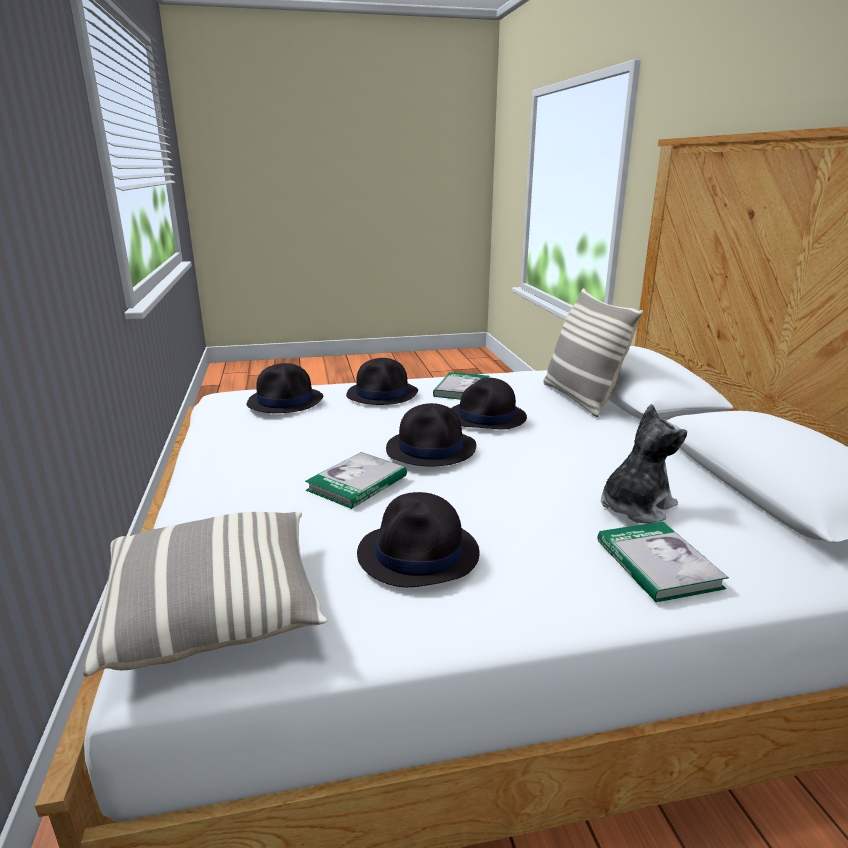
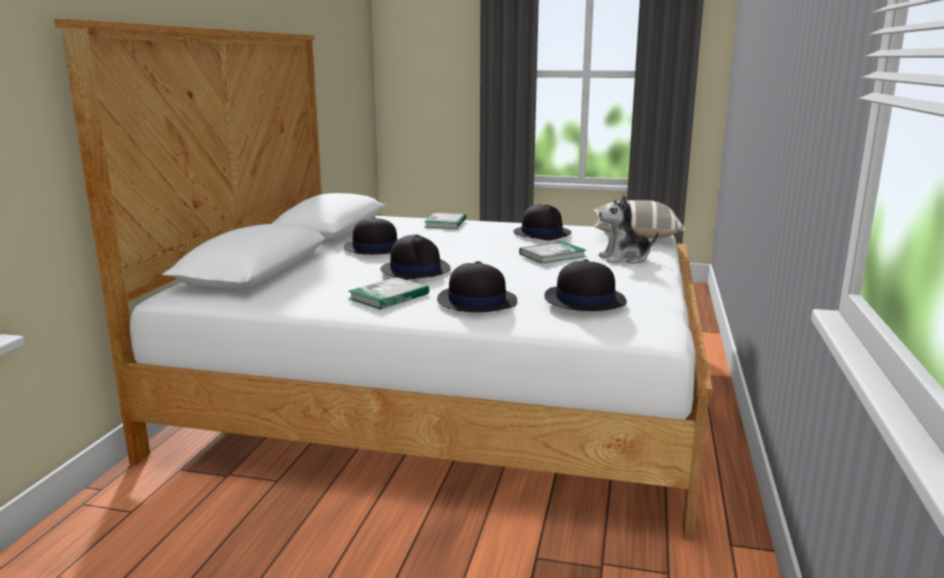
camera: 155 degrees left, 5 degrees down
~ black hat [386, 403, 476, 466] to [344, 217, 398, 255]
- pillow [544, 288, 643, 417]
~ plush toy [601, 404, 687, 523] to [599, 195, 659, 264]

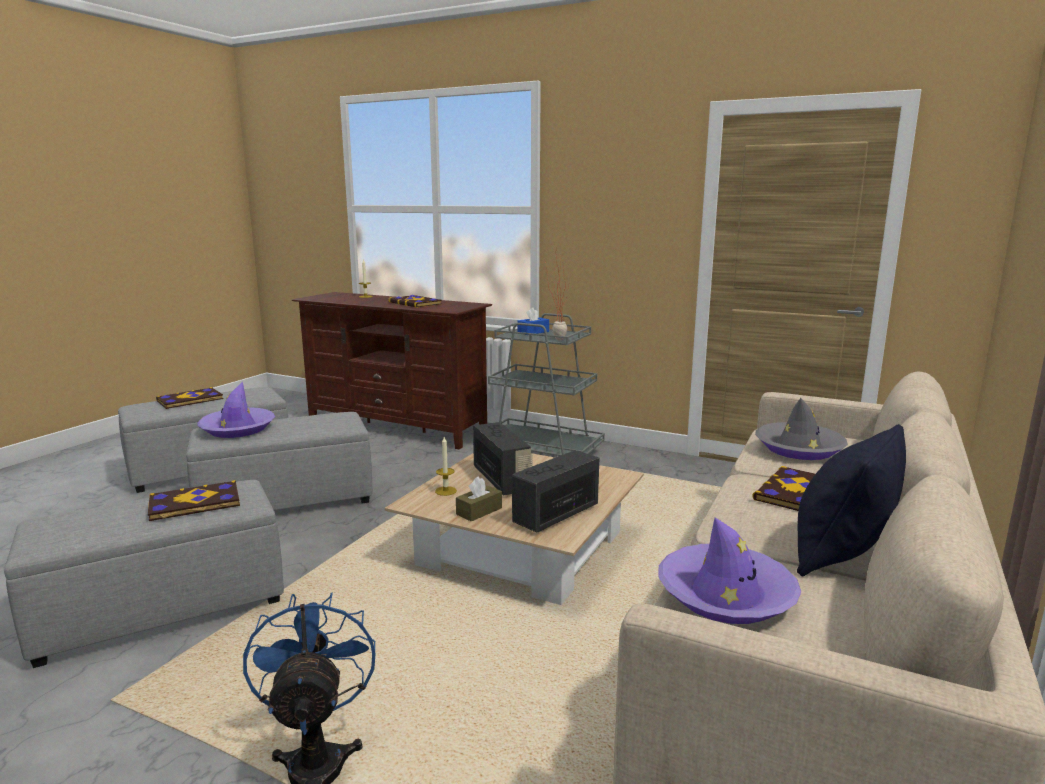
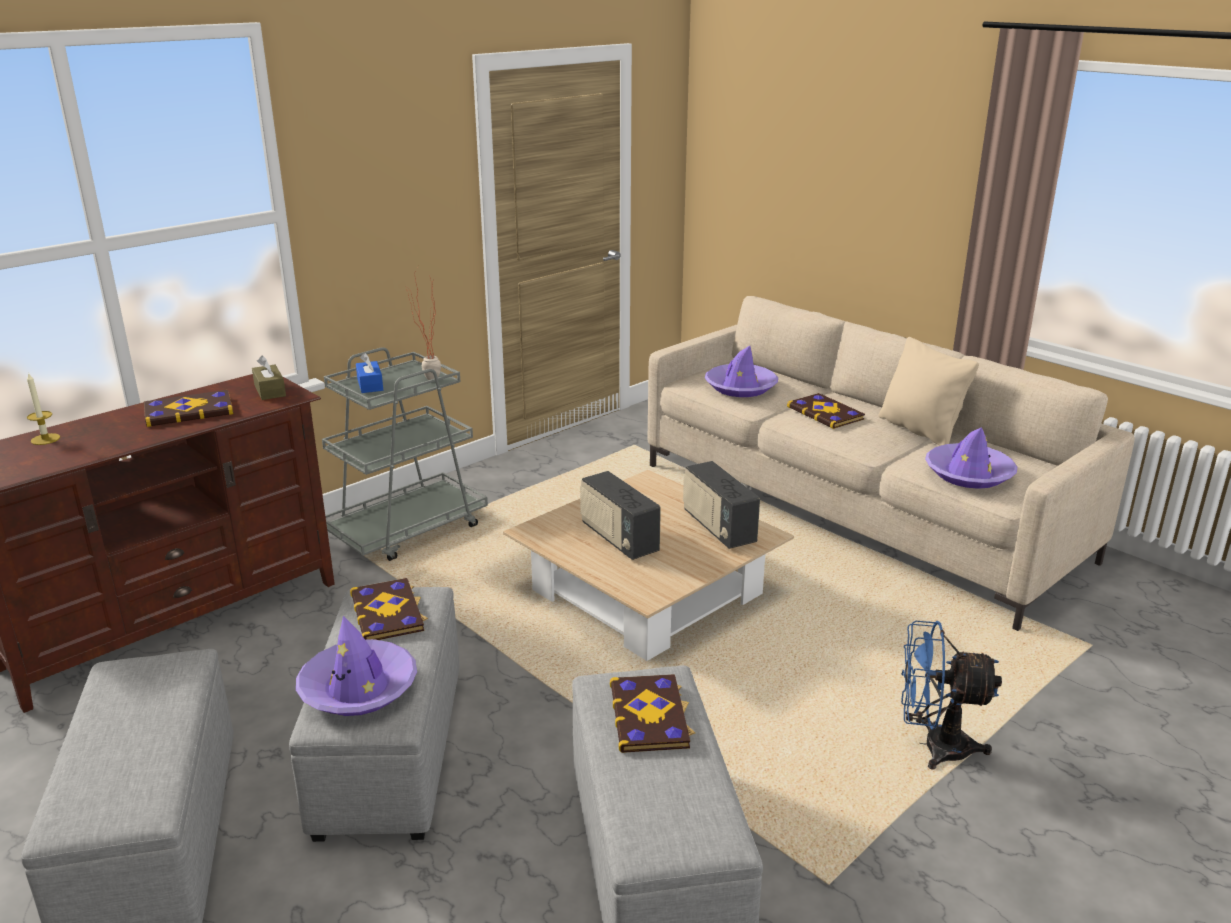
camera: 70 degrees left, 10 degrees up
~ book [156, 387, 224, 409] to [350, 578, 428, 640]
- candle [435, 437, 457, 496]
~ brown tissue box [456, 476, 502, 521] to [252, 355, 286, 400]
~ radio [473, 422, 533, 495] = [580, 471, 661, 560] 120 degrees counterclockwise
~ grey hat [755, 398, 848, 460] to purple hat [705, 346, 778, 397]
~ black pillow [797, 424, 906, 576] to beige pillow [878, 337, 979, 446]

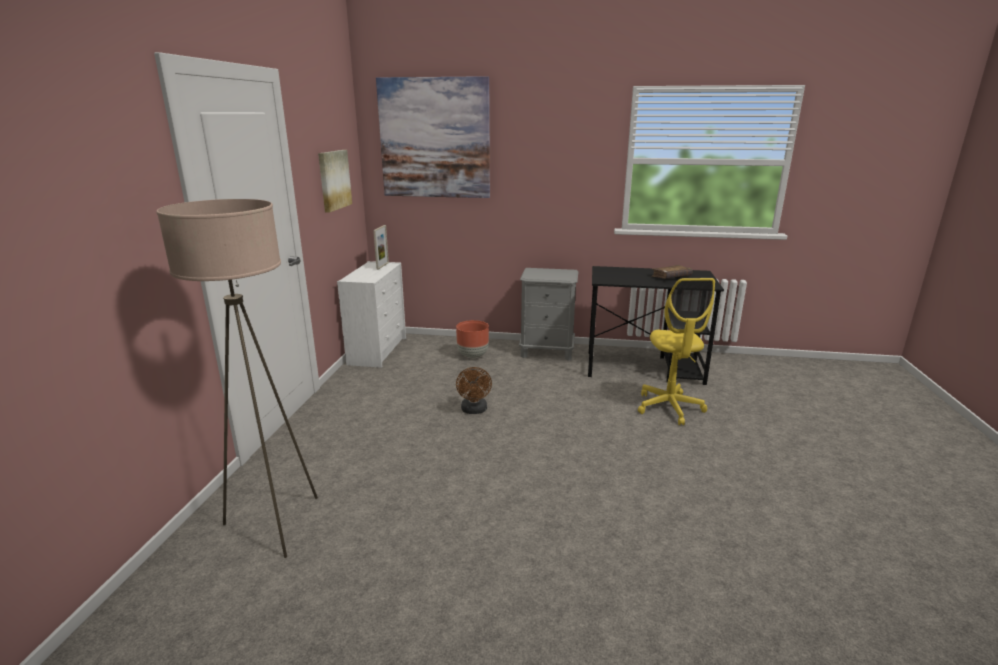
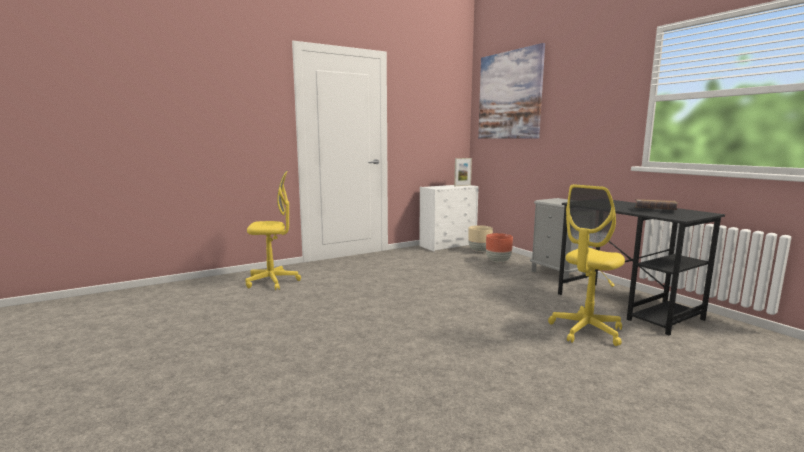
camera: 50 degrees right, 10 degrees down
~ beige floor lamp [156, 199, 318, 558] to yellow office chair [245, 171, 301, 290]
- picture [318, 150, 352, 212]
- brown fan [456, 367, 492, 414]
+ beige planter [468, 225, 493, 252]

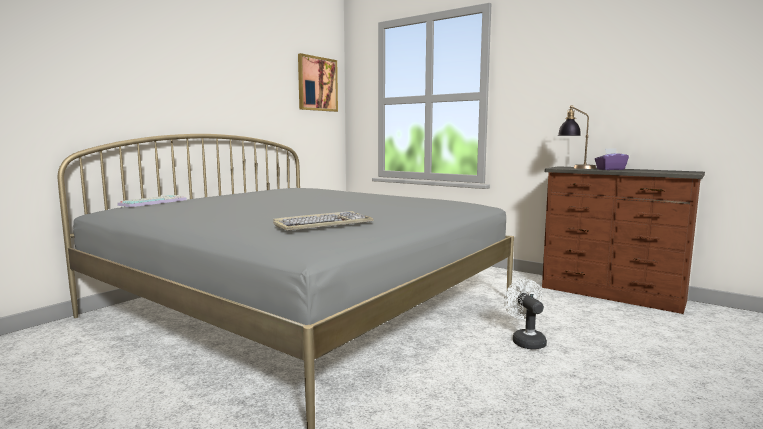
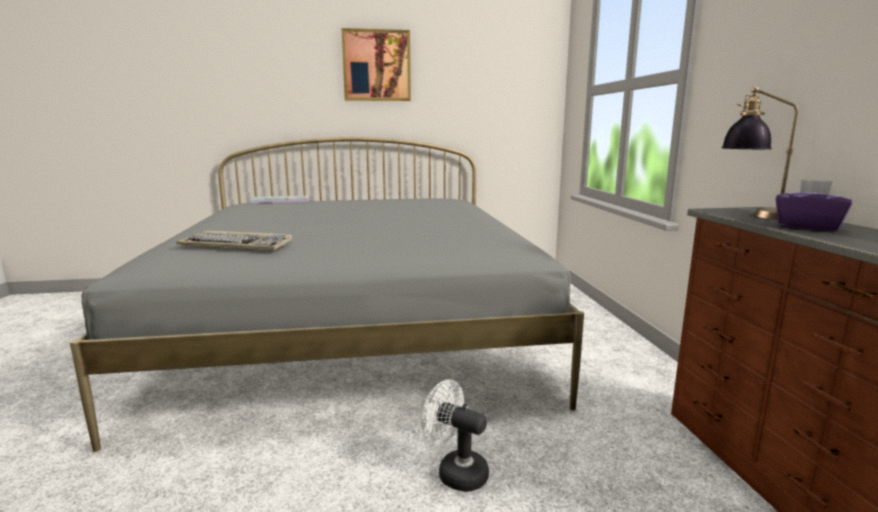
camera: 45 degrees right, 5 degrees up
~ picture [298, 53, 338, 112] to [341, 28, 411, 101]
~ white fan [504, 279, 547, 349] = [421, 380, 489, 492] 90 degrees counterclockwise

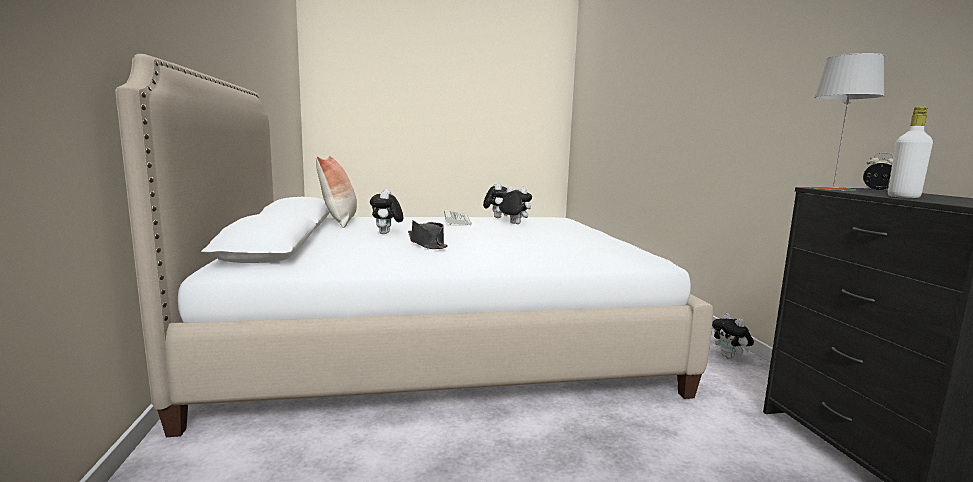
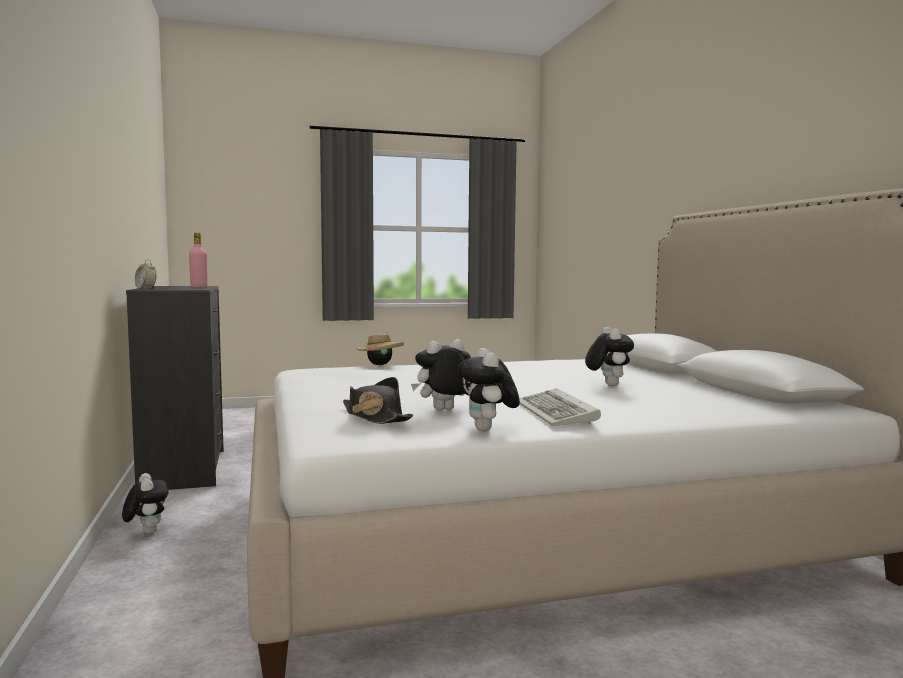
camera: 175 degrees right, 5 degrees down
- pillow [316, 156, 357, 228]
~ black hat [408, 220, 448, 249] to [343, 377, 413, 424]
~ plush toy [498, 186, 532, 224] = [411, 339, 471, 410] 135 degrees clockwise
- grey table lamp [811, 53, 885, 191]
~ white bottle [888, 107, 933, 198] to pink bottle [189, 233, 208, 288]
+ beige hat [357, 333, 404, 365]

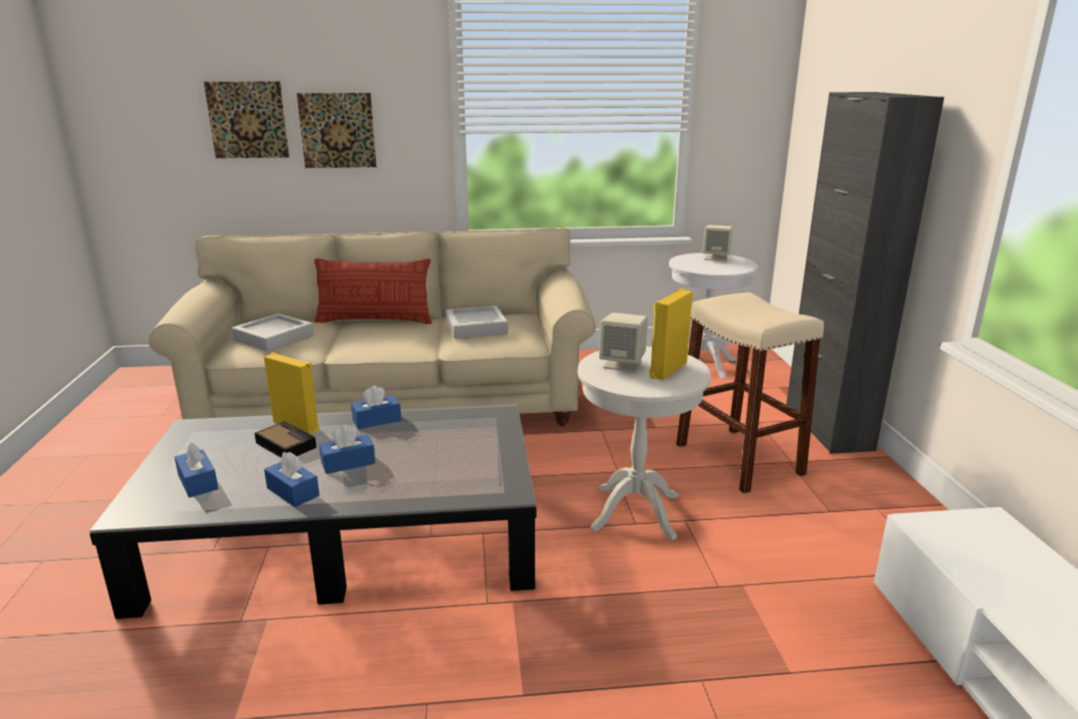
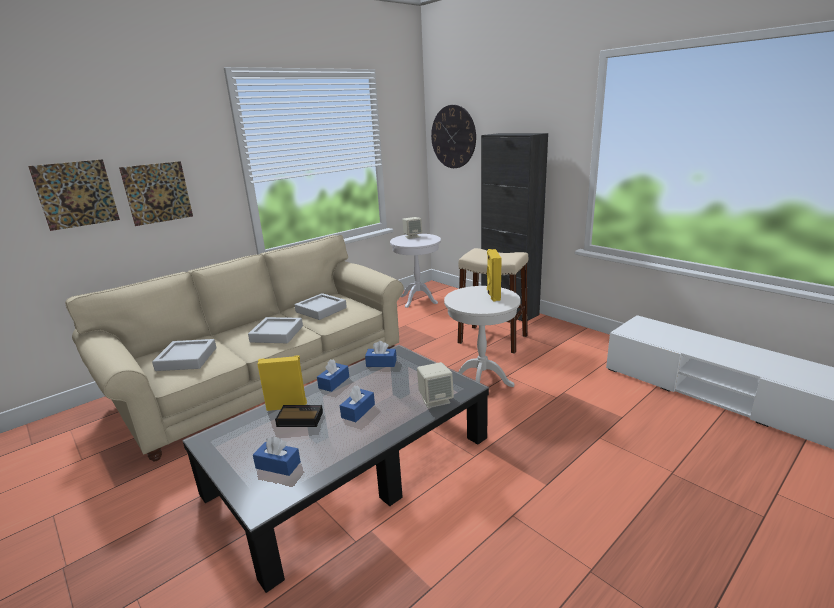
camera: 35 degrees left, 0 degrees up
~ blue tissue box [264, 452, 319, 507] to [365, 341, 397, 367]
- pillow [314, 258, 432, 324]
~ beige speaker [599, 313, 648, 372] to [417, 362, 454, 408]
+ grey tray [248, 317, 303, 343]
+ wall clock [431, 105, 476, 168]

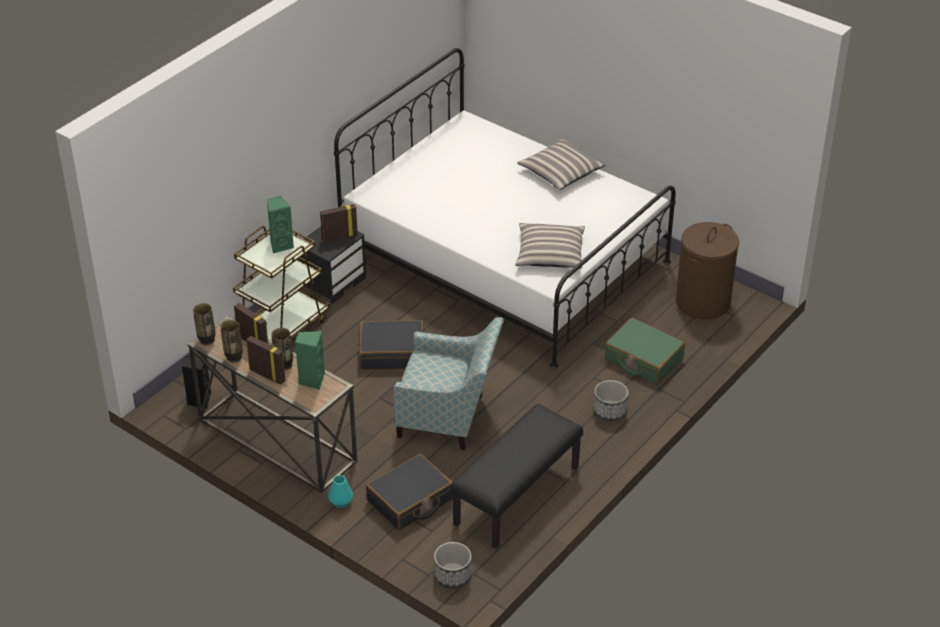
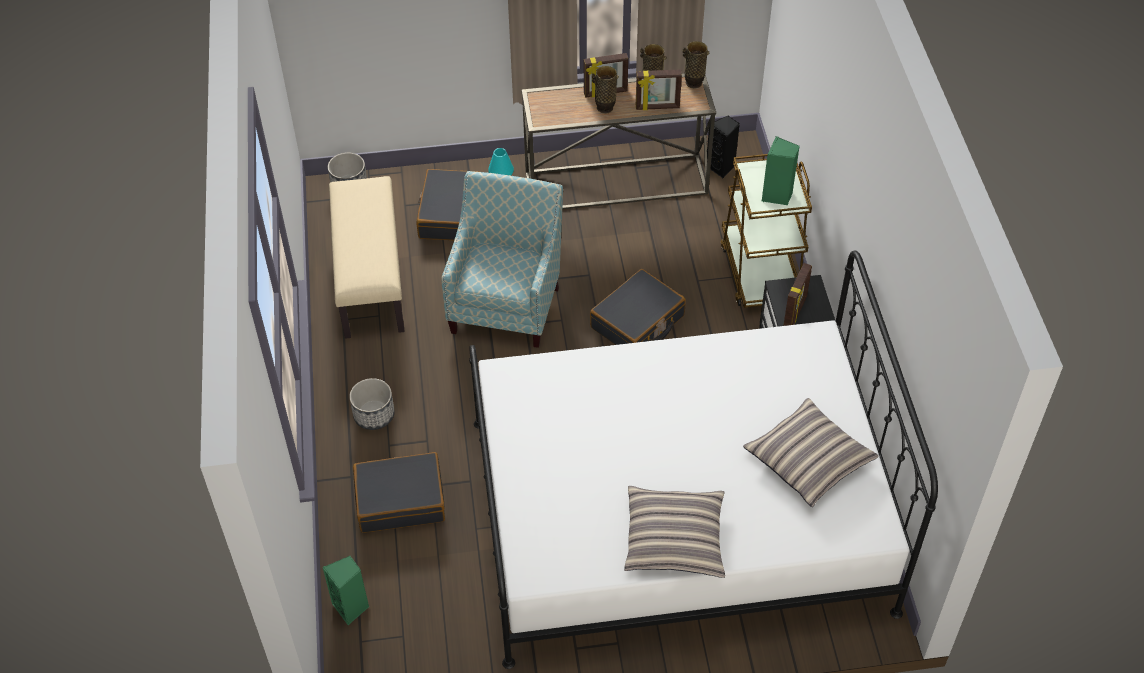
camera: 135 degrees right, 10 degrees up
~ green speaker [295, 331, 325, 390] to [322, 556, 369, 625]
~ armchair [393, 317, 504, 450] = [441, 171, 563, 348] 135 degrees clockwise
~ black bench [450, 404, 583, 549] to beige bench [329, 176, 405, 339]
~ pillow [515, 223, 585, 268] to [743, 398, 878, 507]
~ green suitcase [605, 318, 685, 385] to black suitcase [353, 452, 445, 533]
- brown laundry basket [675, 222, 739, 320]

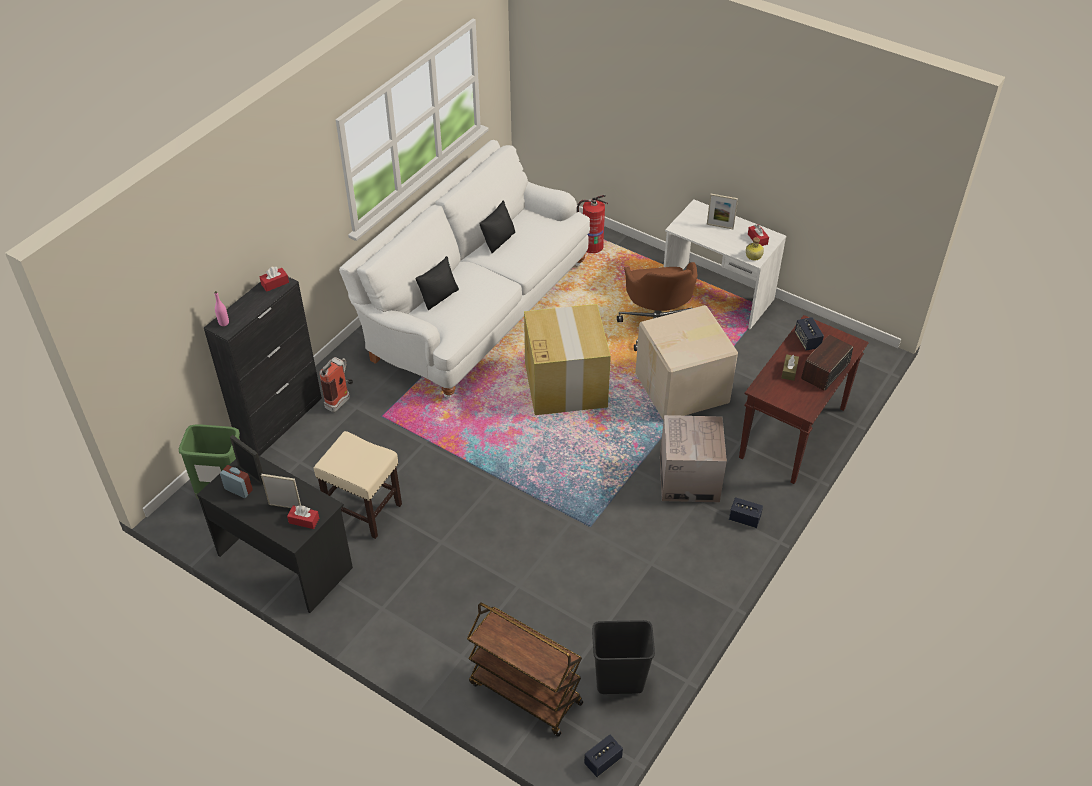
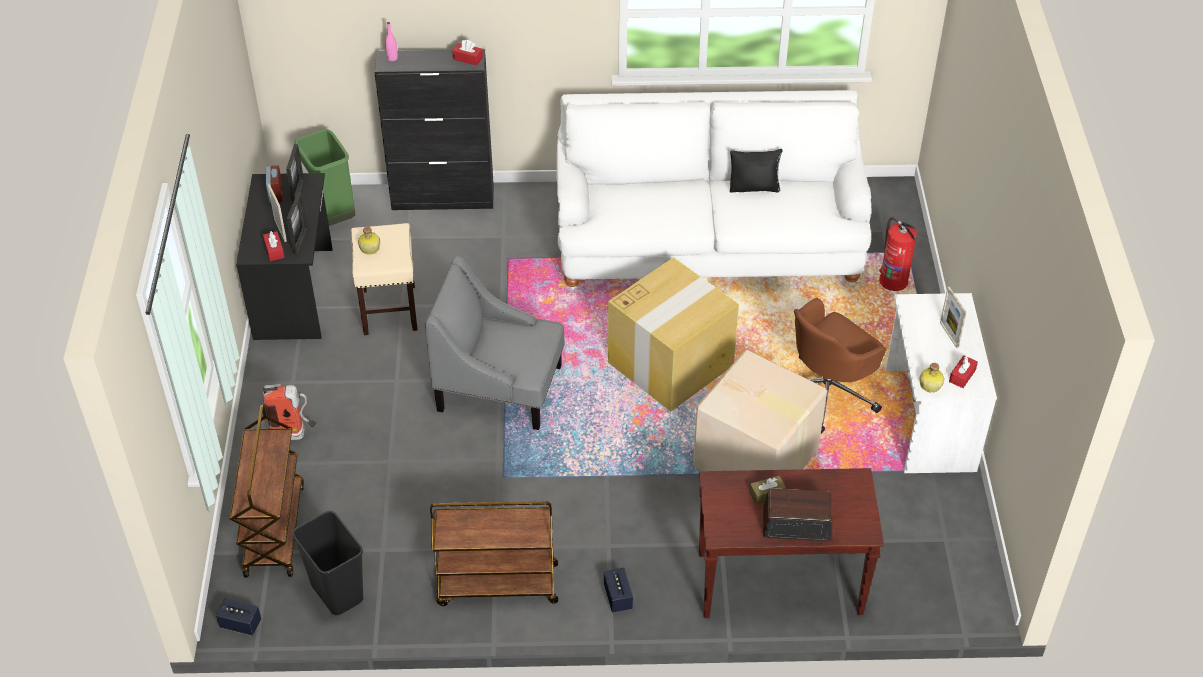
camera: 55 degrees right, 0 degrees up
~ fire extinguisher [319, 357, 353, 412] to [263, 384, 317, 440]
- black pillow [415, 256, 459, 310]
- cardboard box [660, 415, 727, 502]
- speaker [795, 317, 824, 351]
+ picture frame [287, 192, 308, 255]
+ bottle [358, 226, 380, 254]
+ grey armchair [425, 256, 565, 430]
+ brown cart [430, 501, 558, 606]

